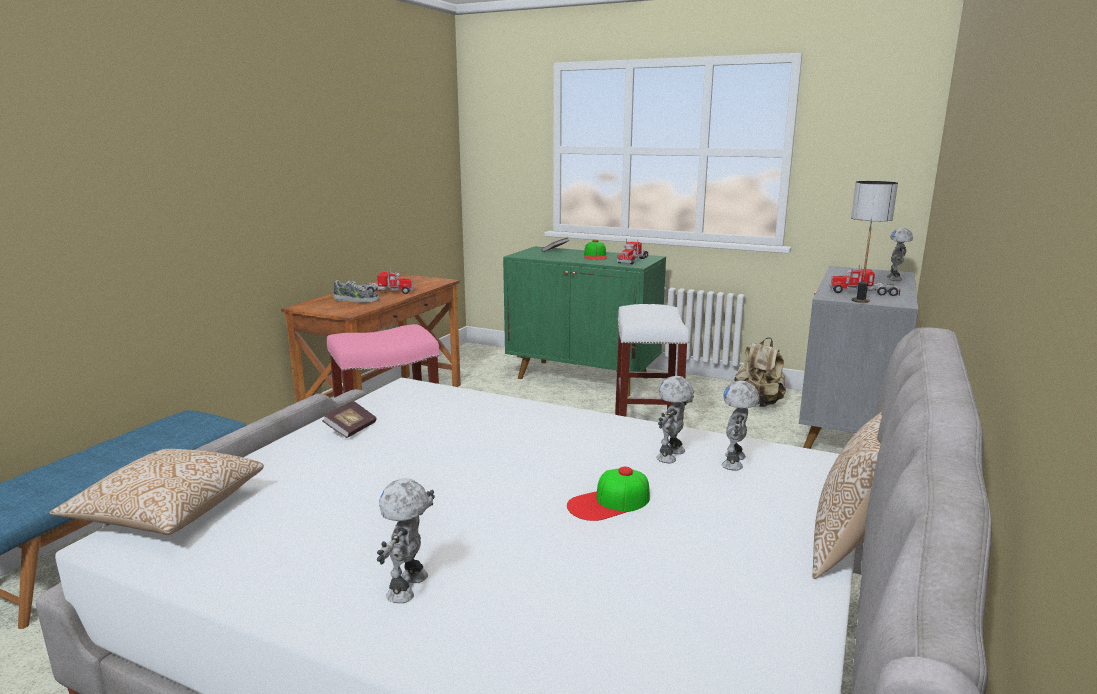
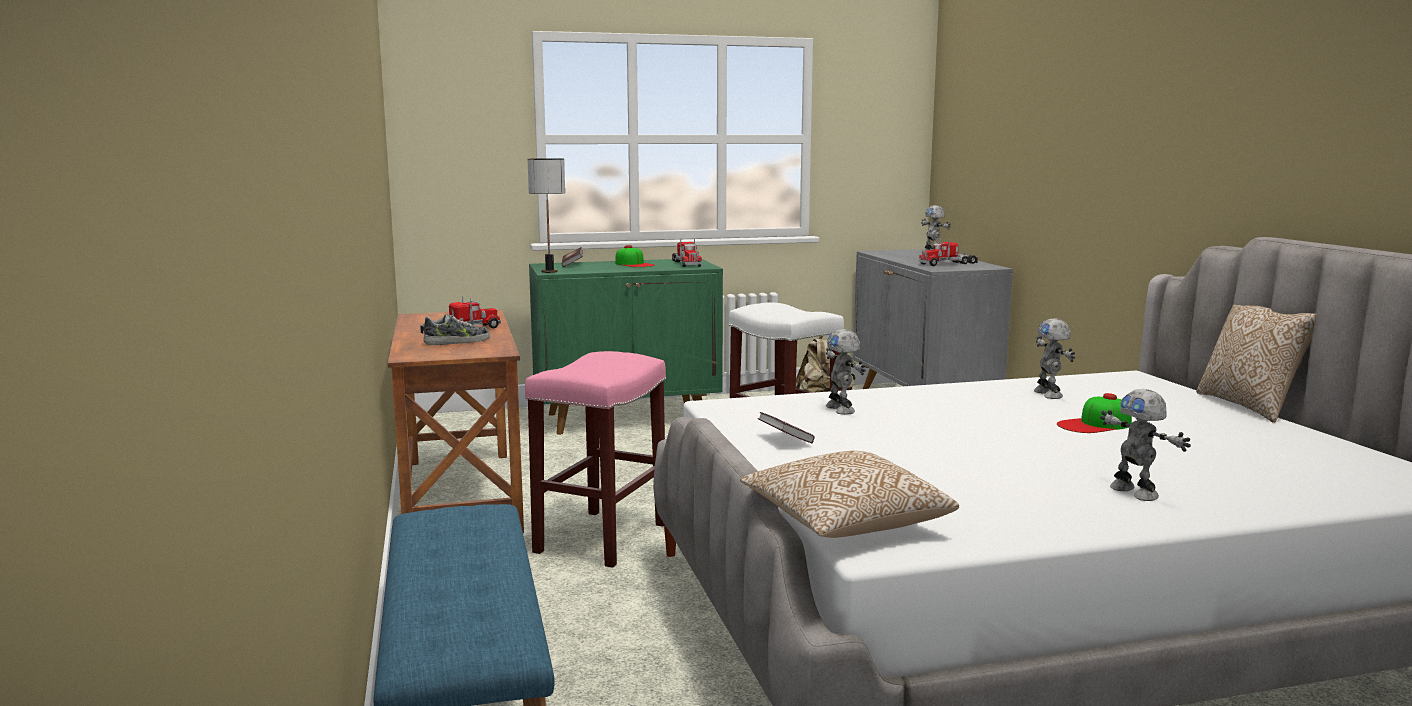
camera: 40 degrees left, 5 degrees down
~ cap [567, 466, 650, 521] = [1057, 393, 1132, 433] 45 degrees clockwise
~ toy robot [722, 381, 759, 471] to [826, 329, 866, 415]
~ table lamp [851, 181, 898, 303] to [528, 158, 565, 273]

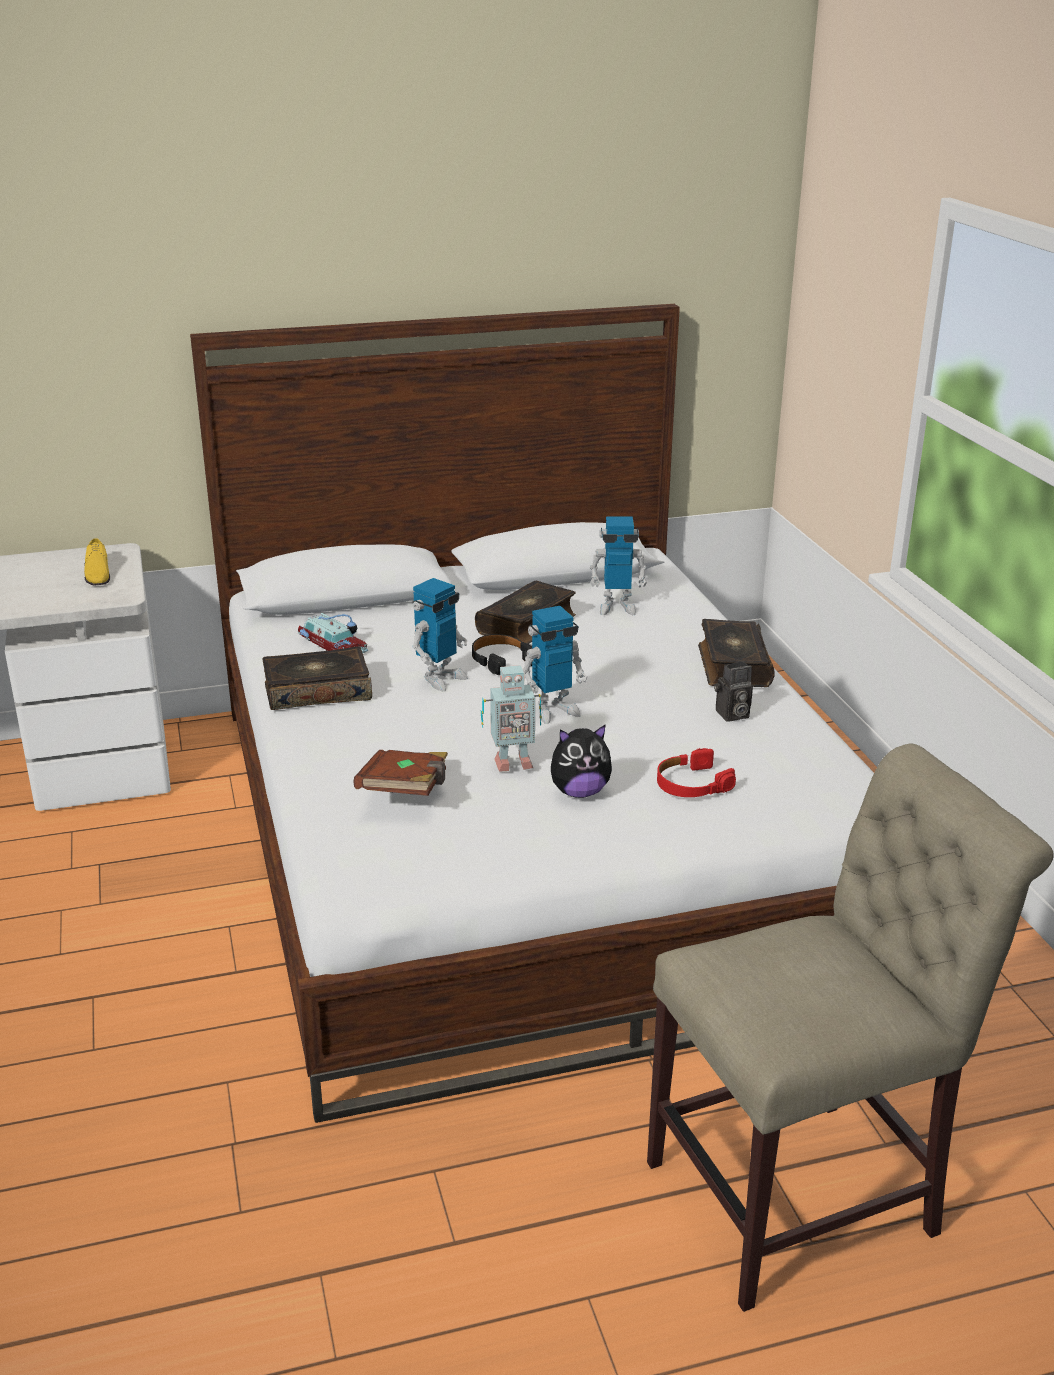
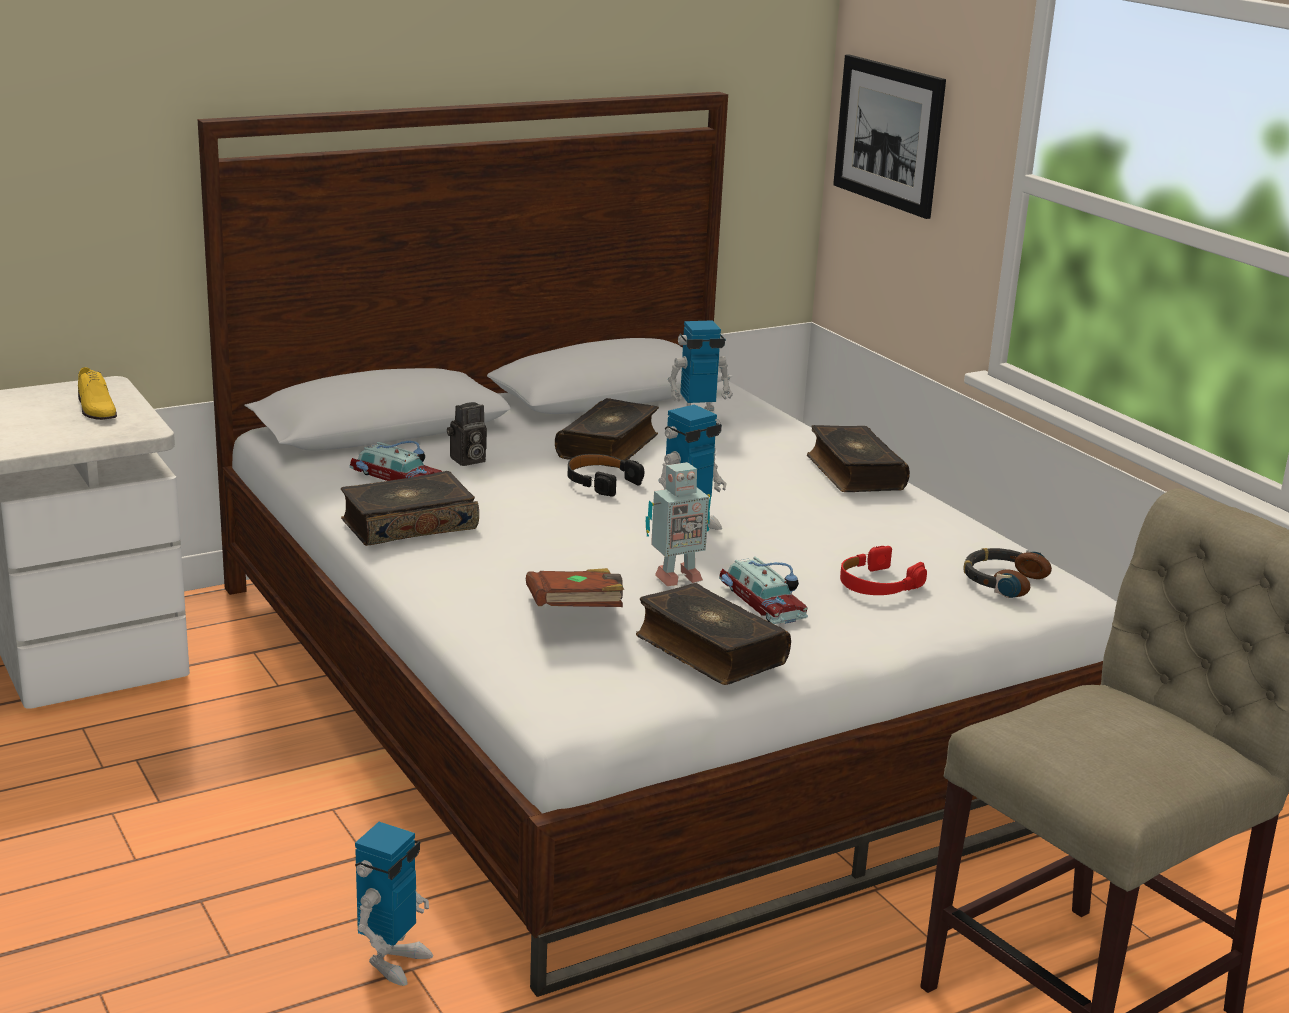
camera: 15 degrees left, 5 degrees down
~ toy robot [412, 578, 468, 692] to [355, 822, 433, 986]
~ plush toy [551, 724, 612, 798] to toy car [719, 556, 808, 624]
~ photo camera [714, 661, 753, 721] to [447, 402, 487, 466]
+ book [636, 583, 791, 685]
+ picture [833, 54, 946, 219]
+ headphones [963, 548, 1052, 598]

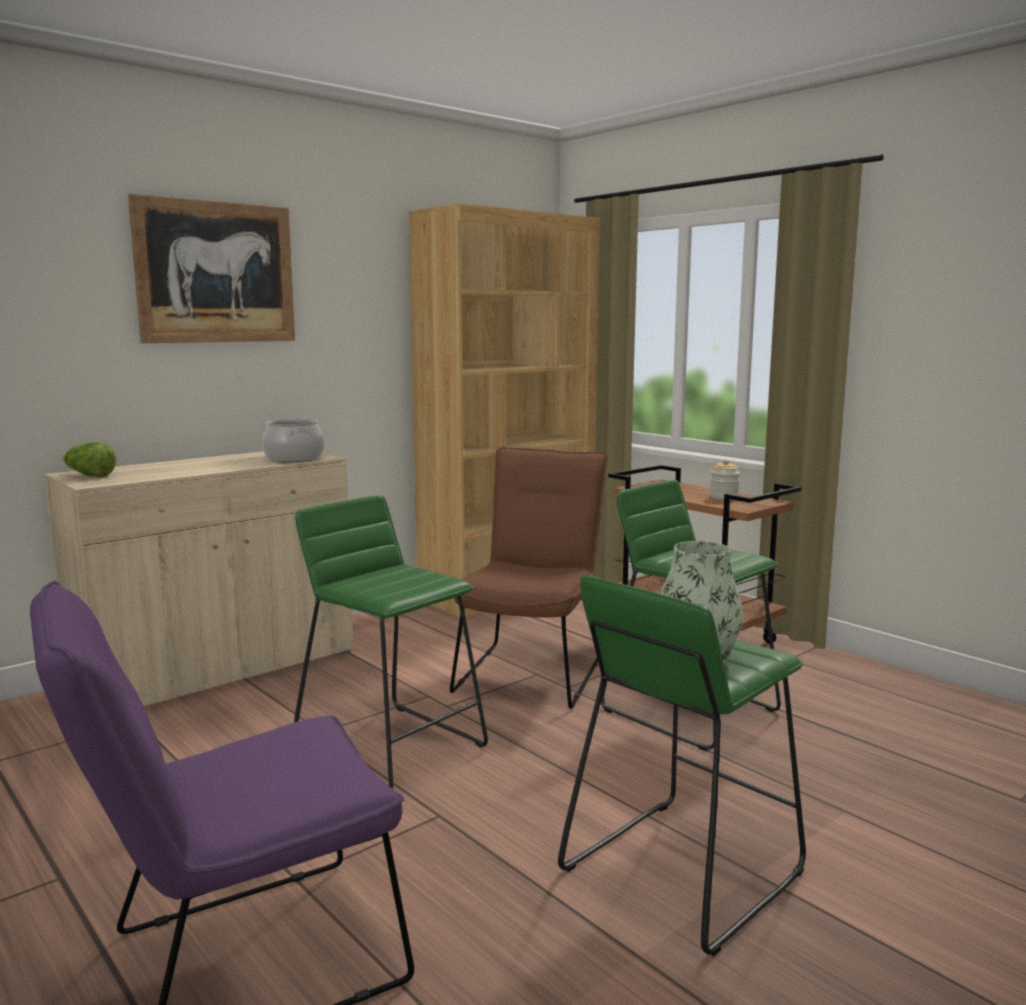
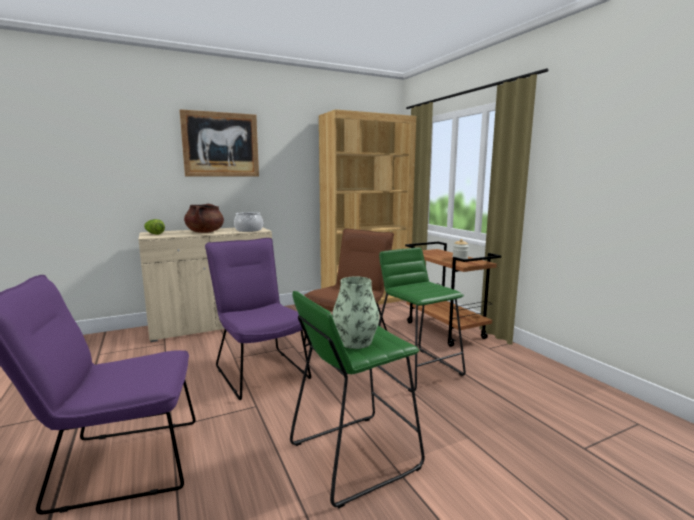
camera: 15 degrees right, 0 degrees up
~ green stool [294, 495, 488, 789] to purple chair [205, 238, 311, 400]
+ brown cooking pot [184, 204, 224, 233]

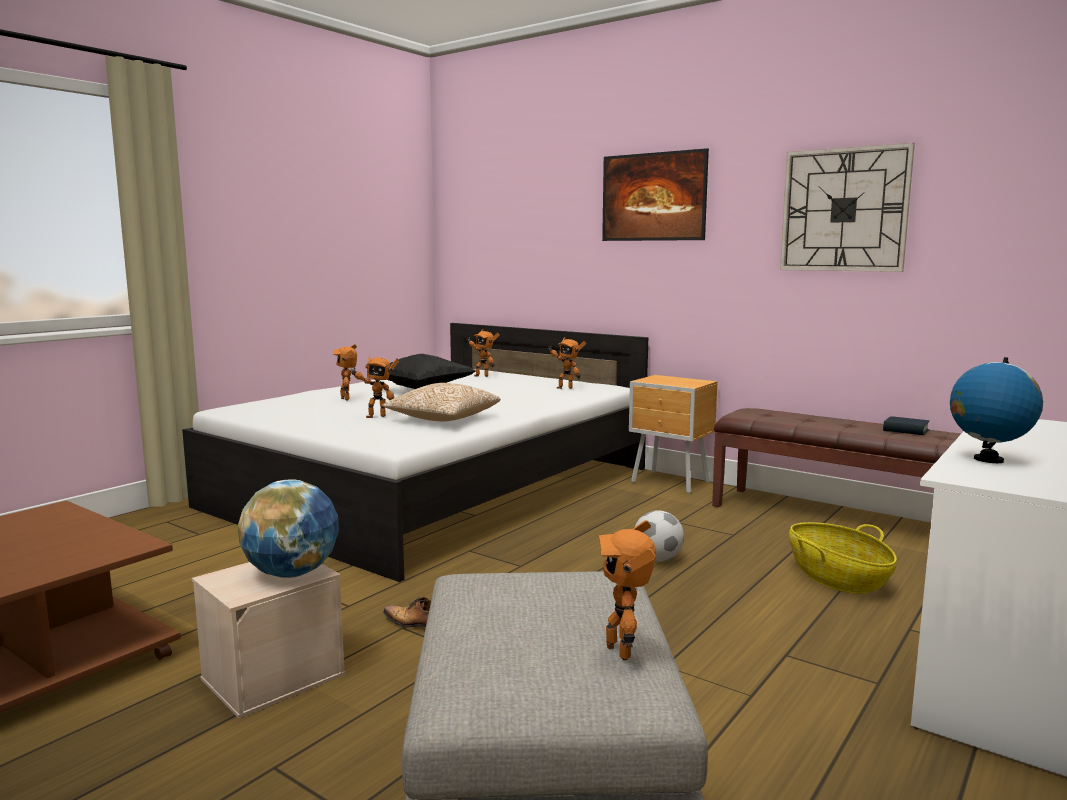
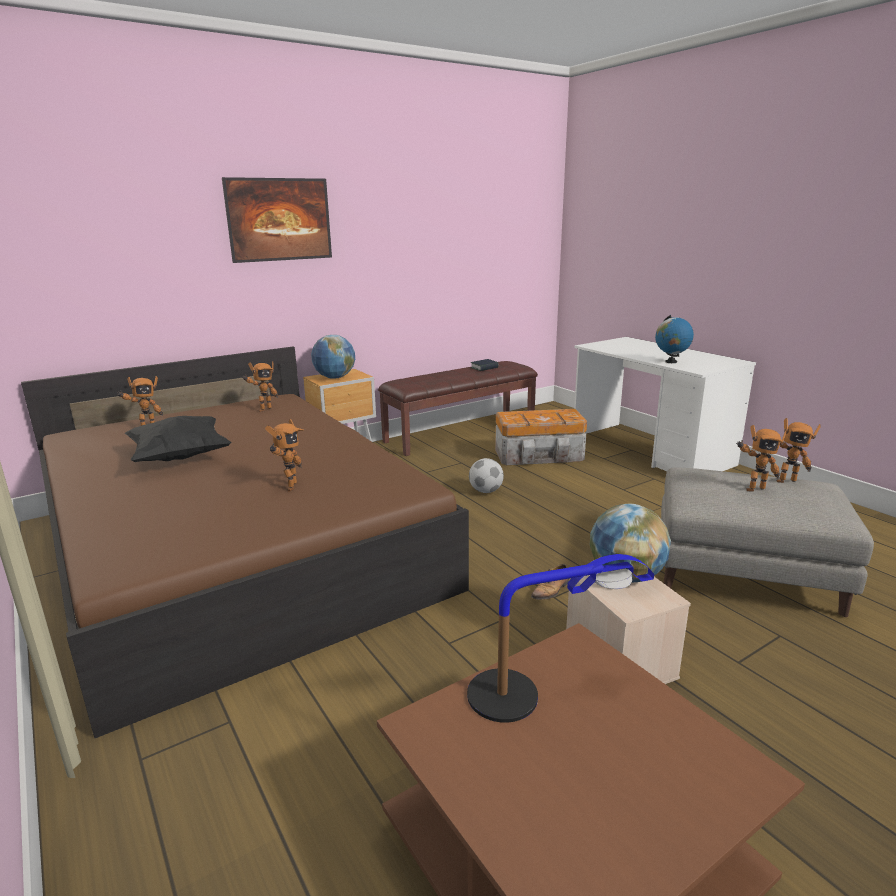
camera: 70 degrees left, 10 degrees up
~ white bed [182, 323, 648, 582] to brown bed [21, 347, 469, 739]
~ toy robot [333, 344, 357, 400] to [736, 425, 787, 492]
- pillow [382, 383, 501, 421]
- wall clock [780, 143, 915, 272]
~ basket [789, 522, 897, 594] to storage box [495, 409, 587, 465]
+ globe [311, 335, 355, 379]
+ table lamp [467, 554, 654, 723]

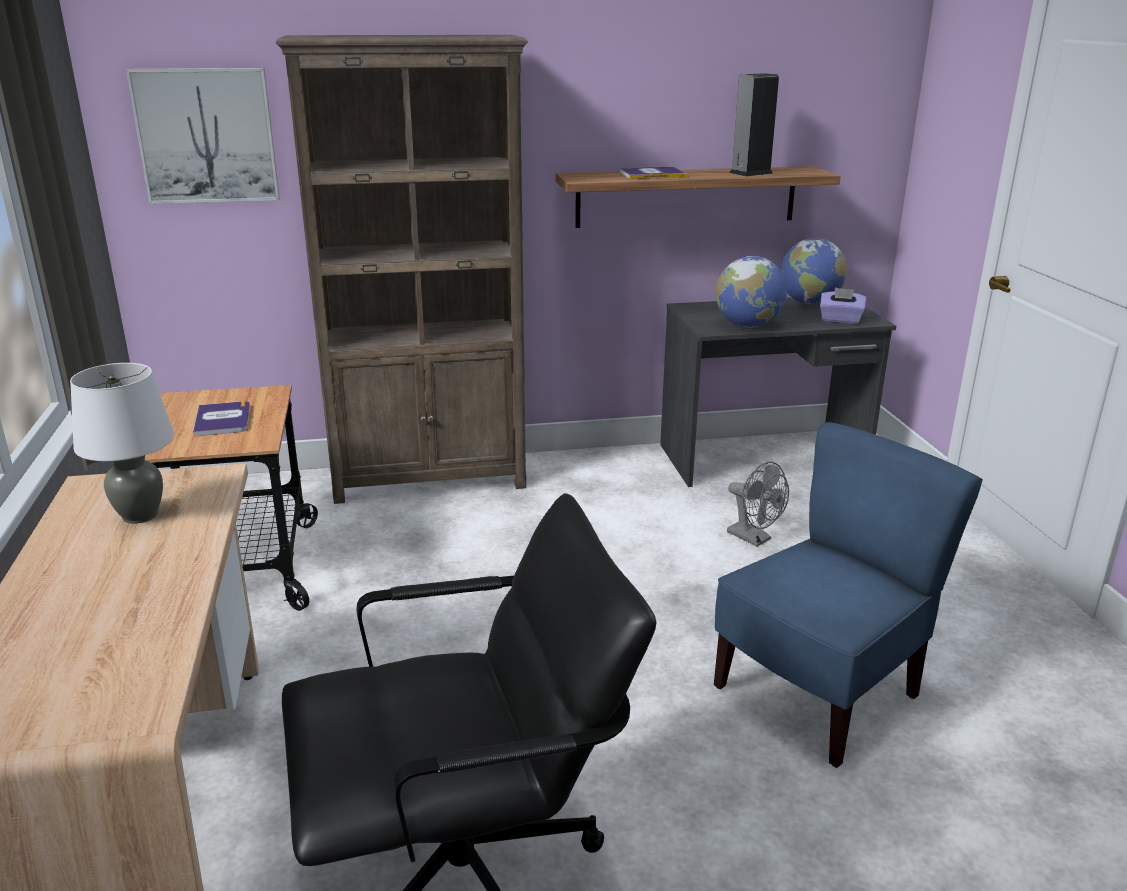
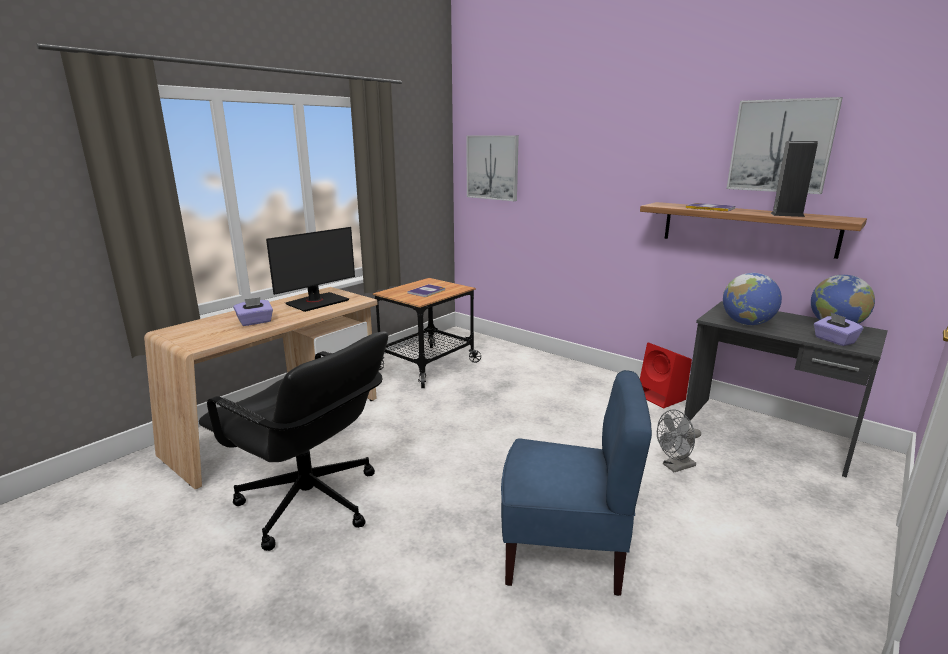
camera: 50 degrees right, 5 degrees down
~ white table lamp [70, 363, 174, 524] to monitor [266, 227, 355, 312]
- brown bookcase [276, 35, 528, 504]
~ grey fan [727, 462, 789, 546] = [657, 410, 701, 472] 60 degrees clockwise
+ purple tissue box [233, 297, 273, 326]
+ red speaker [640, 342, 692, 408]
+ picture [727, 97, 843, 194]

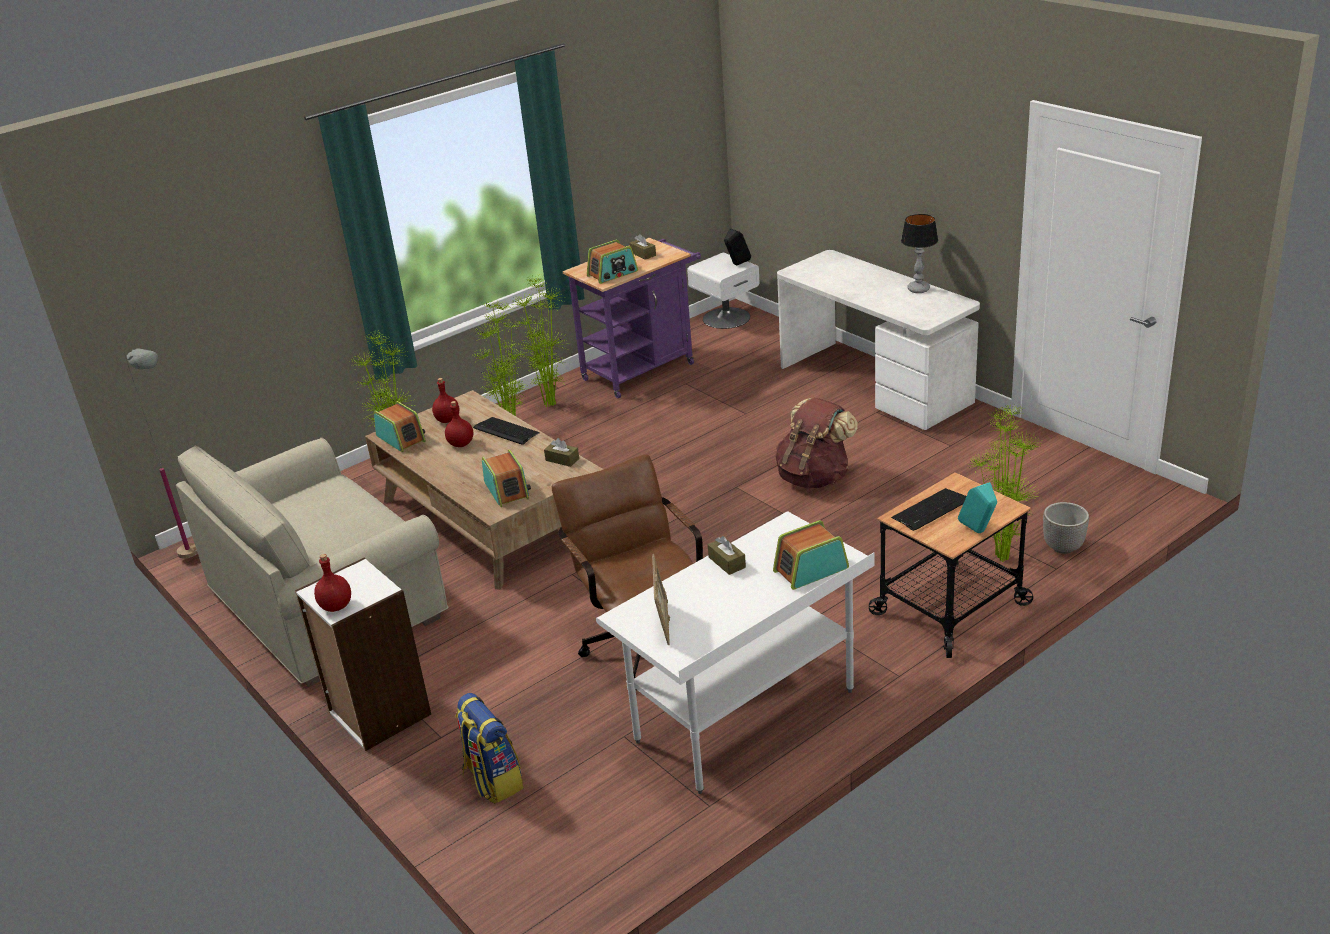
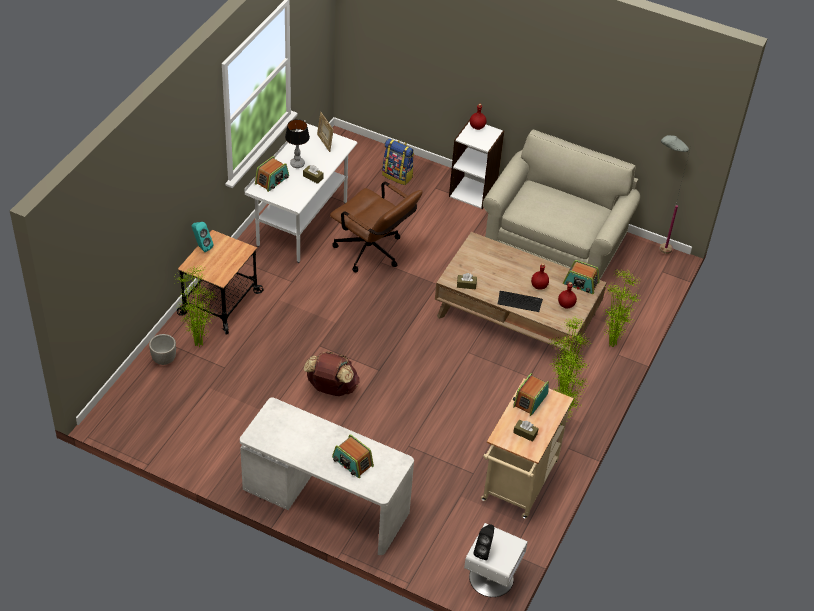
camera: 150 degrees right, 15 degrees up
~ radio [482, 450, 531, 507] to [332, 434, 374, 478]
~ purple cart [563, 238, 701, 398] to beige cart [481, 379, 574, 519]
- keyboard [891, 488, 966, 531]
~ table lamp [901, 214, 938, 293] to [285, 119, 310, 168]

